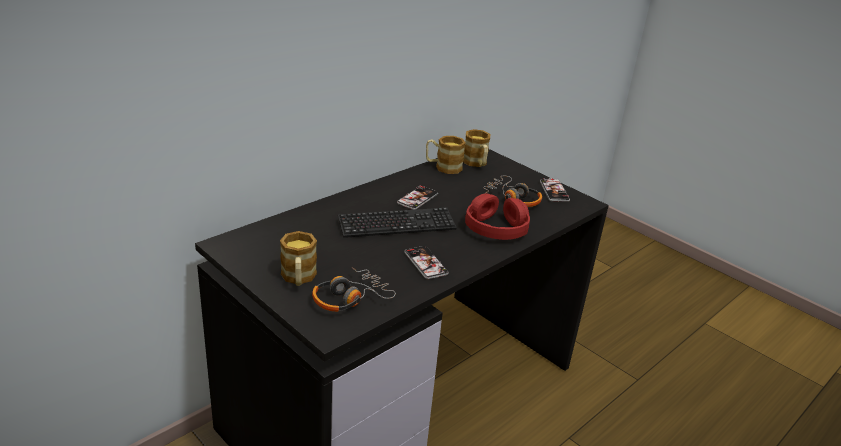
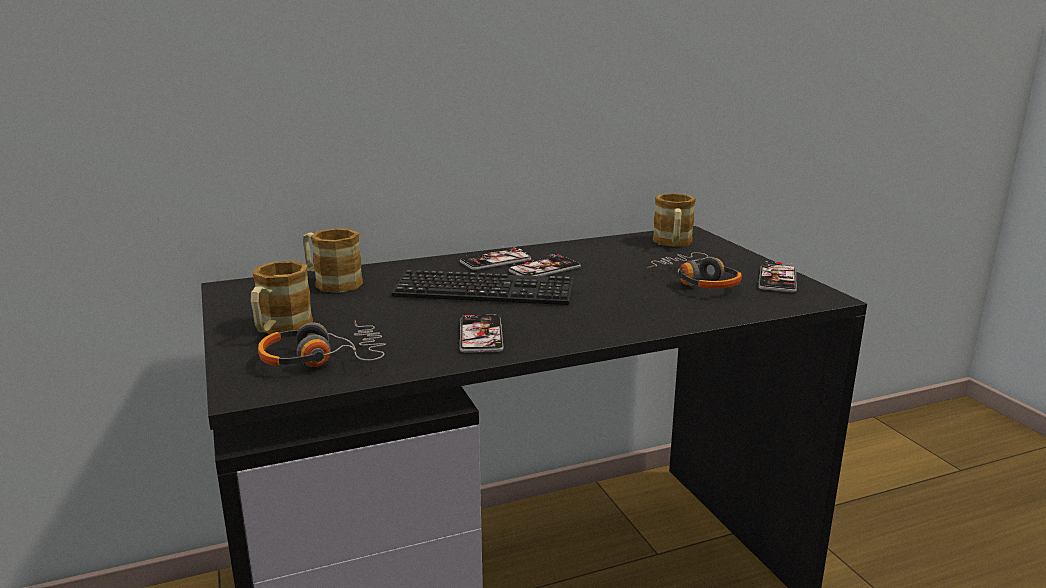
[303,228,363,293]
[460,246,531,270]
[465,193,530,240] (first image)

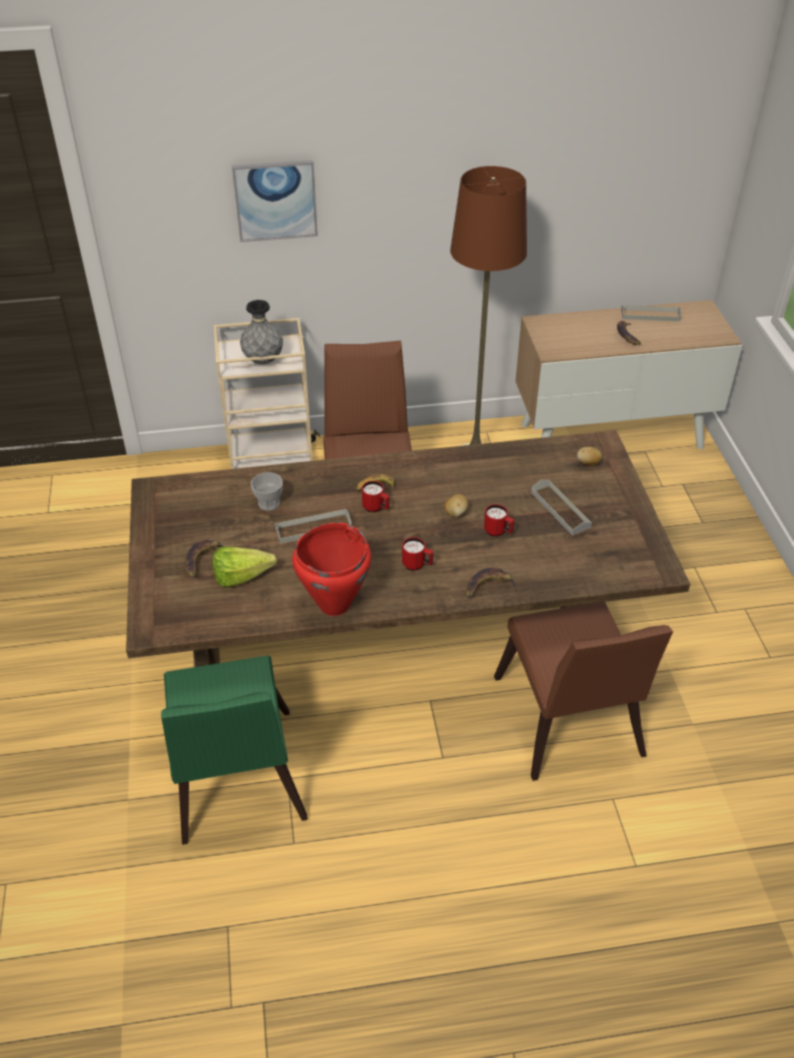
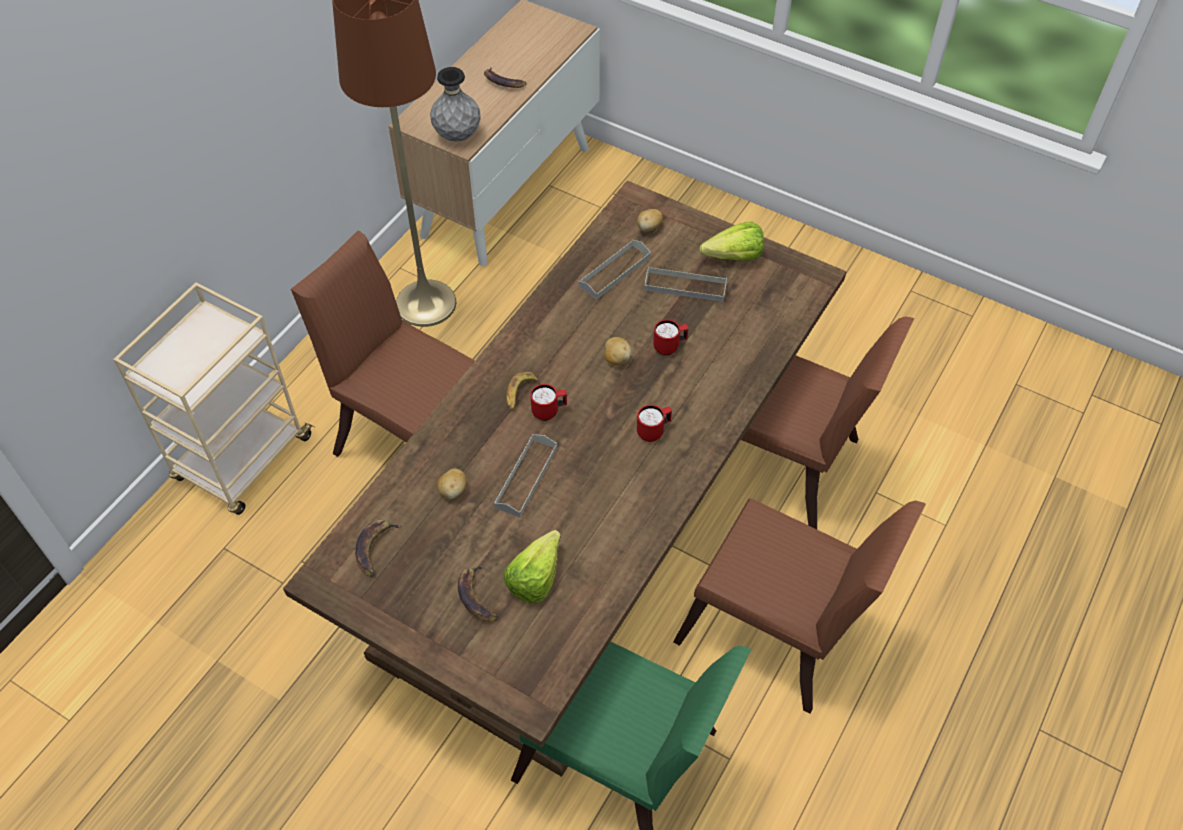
[355,519,403,577]
[430,67,481,142]
[437,469,466,499]
[578,240,651,300]
[673,498,926,714]
[699,222,764,260]
[232,160,318,242] (first image)
[292,522,371,616] (first image)

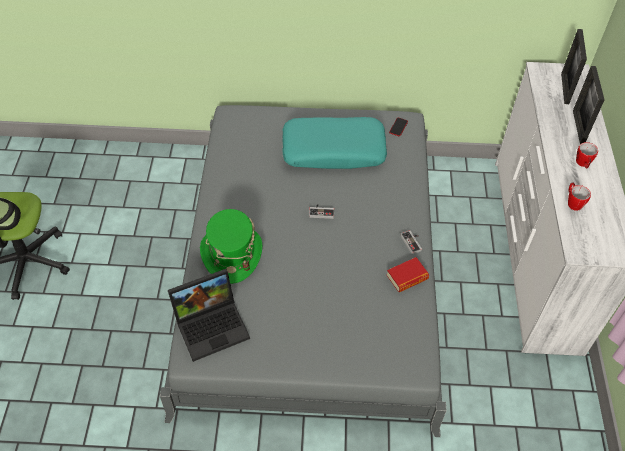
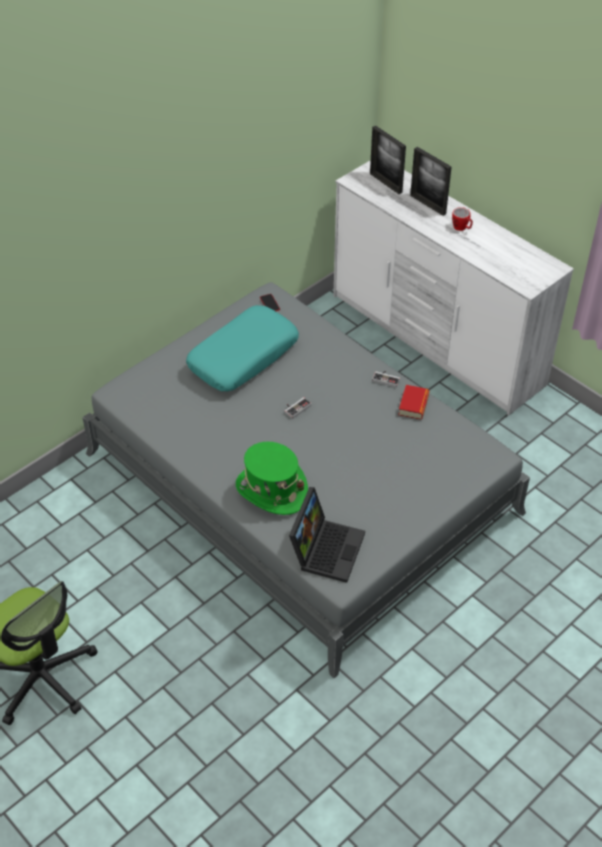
[568,182,591,211] (first image)

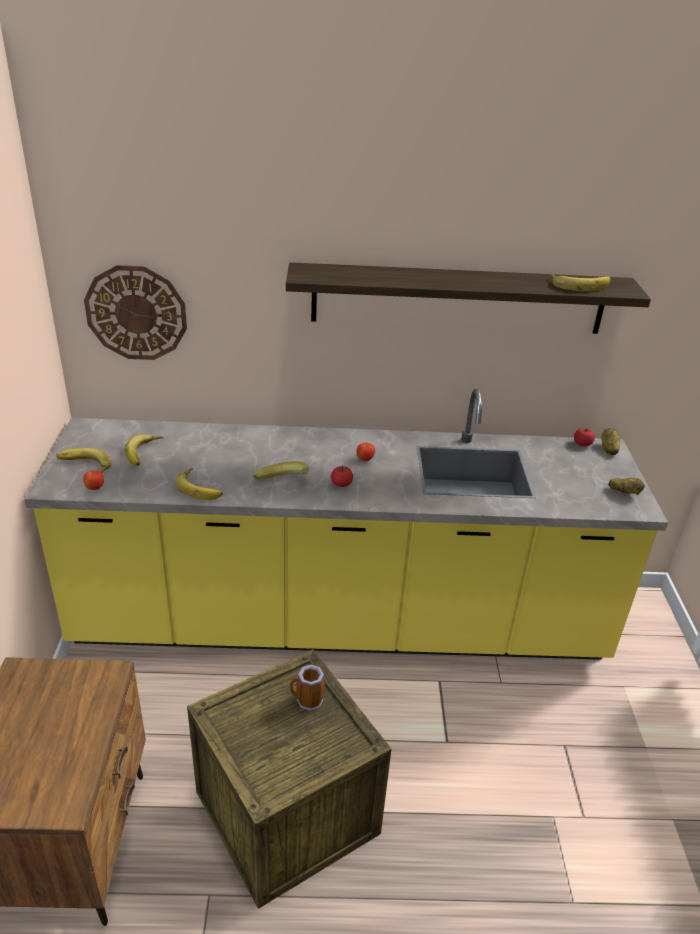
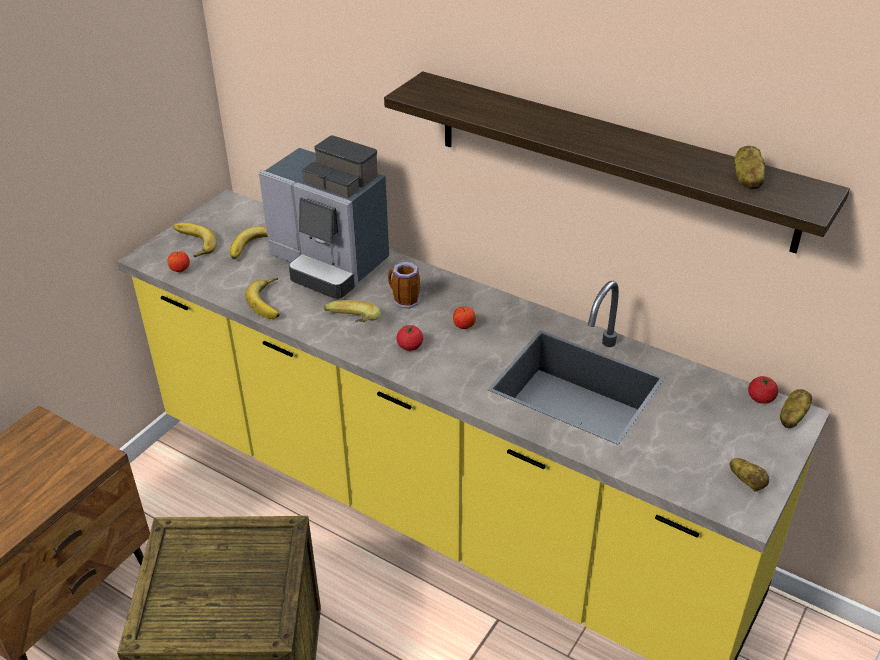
[259,135,389,299]
[388,262,420,308]
[734,146,765,189]
[84,265,187,360] (first image)

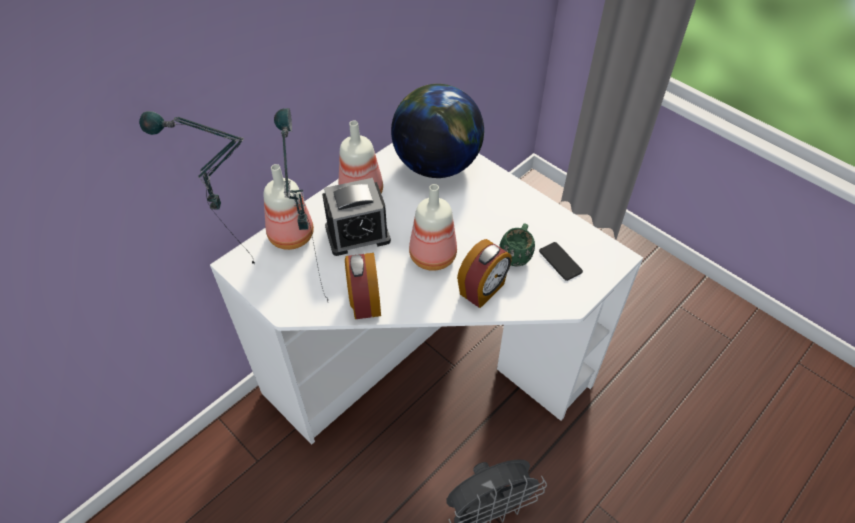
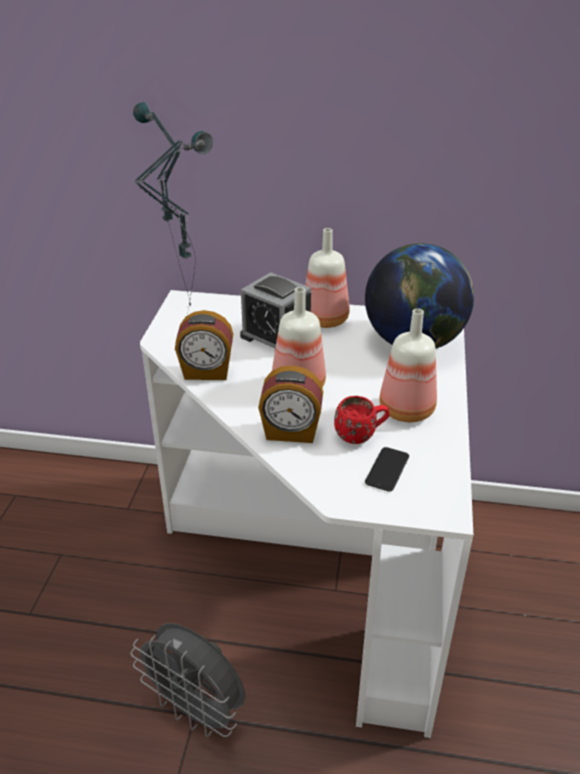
[175,310,233,380]
[334,396,390,444]
[379,309,437,422]

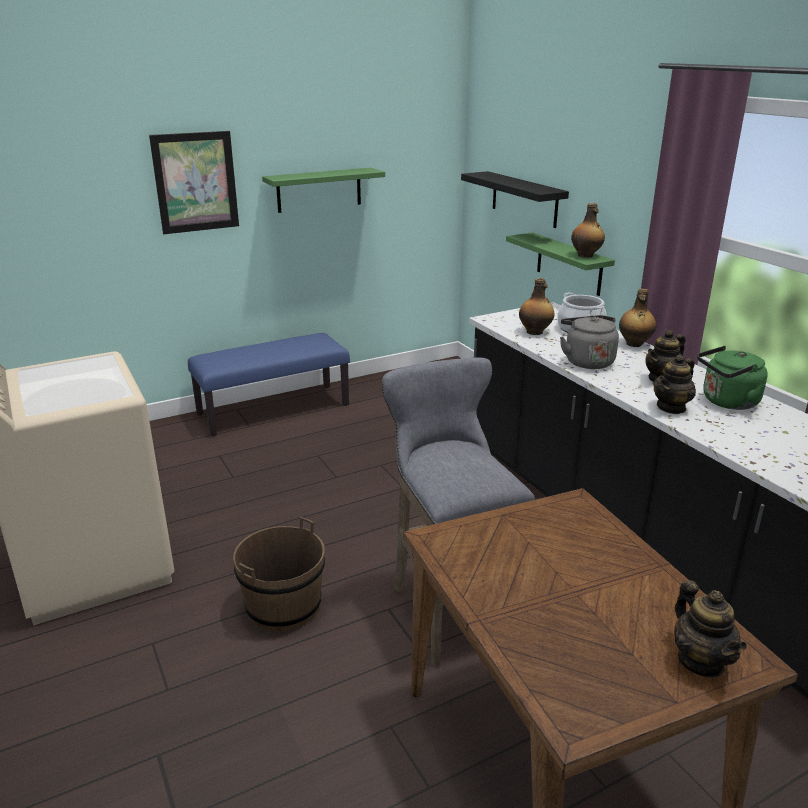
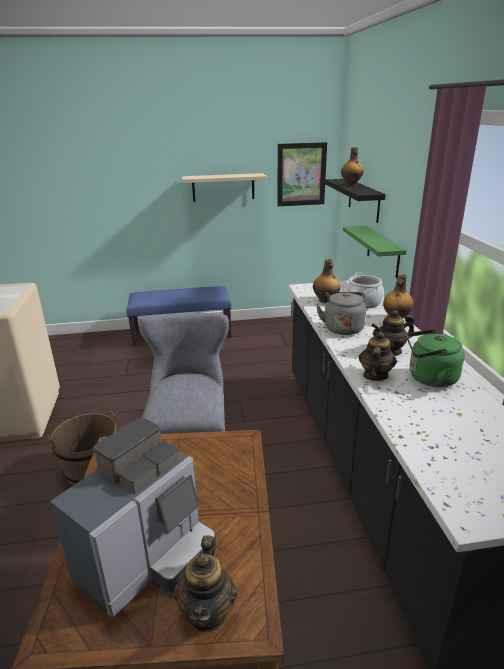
[50,417,217,617]
[182,173,267,202]
[277,142,327,206]
[341,147,364,185]
[359,331,397,381]

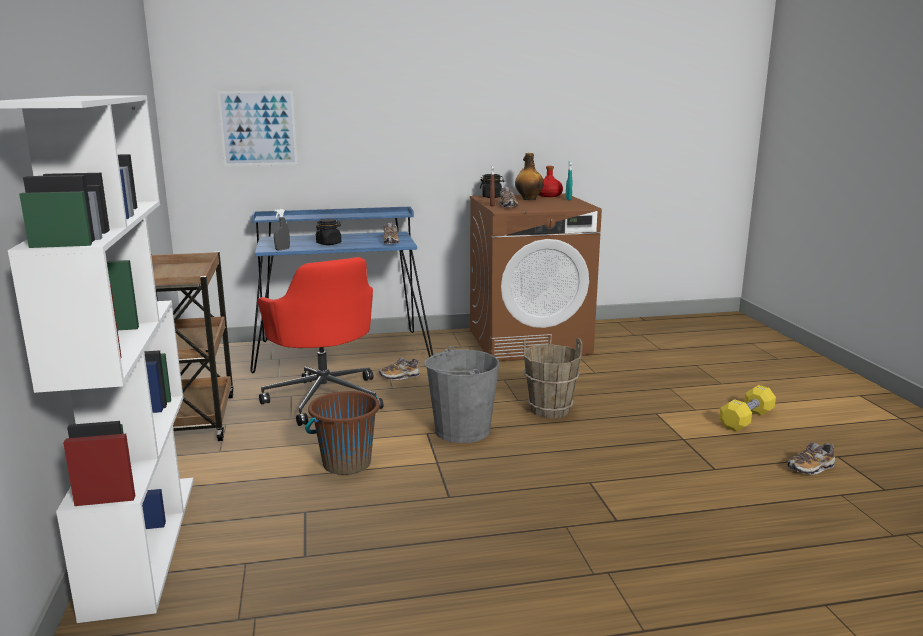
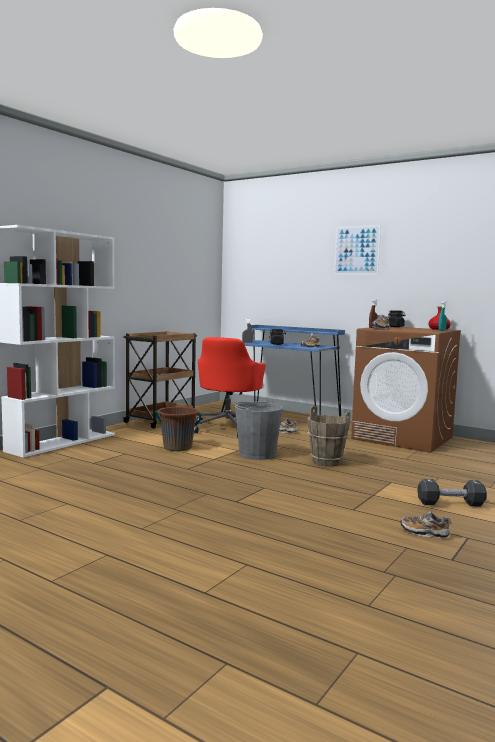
[334,225,381,274]
[417,479,487,507]
[515,153,544,200] (first image)

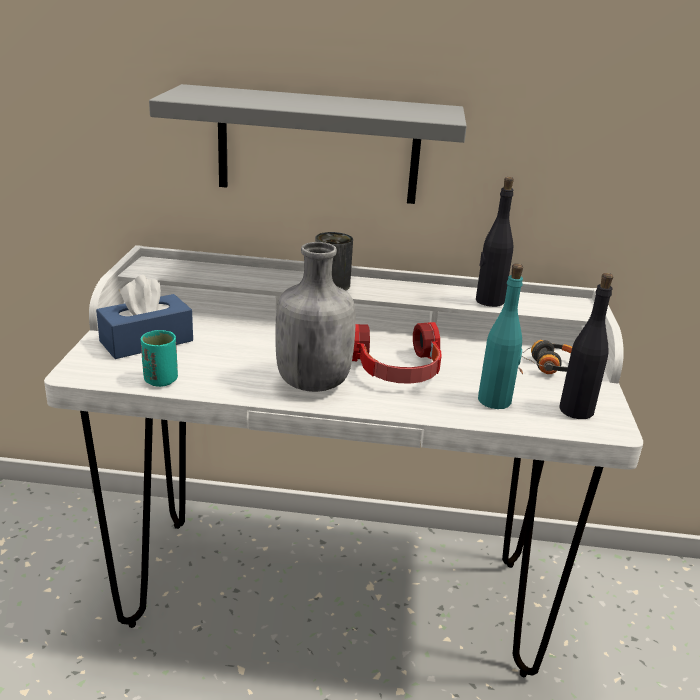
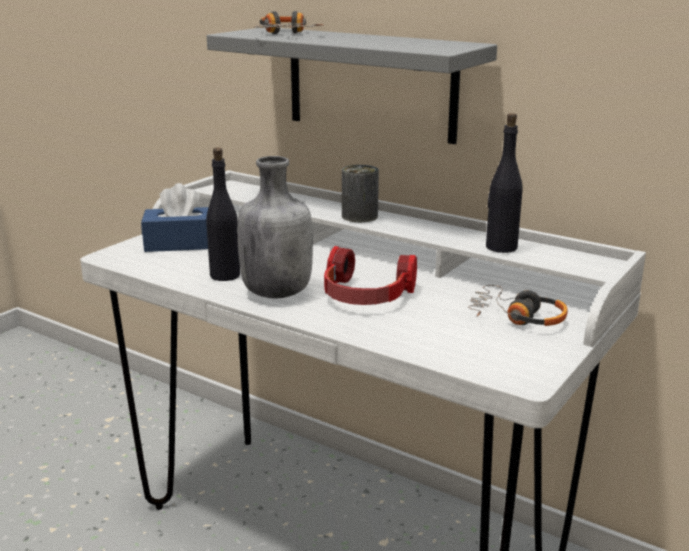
[206,148,240,281]
[254,11,323,34]
[141,330,178,387] (first image)
[478,264,523,409] (first image)

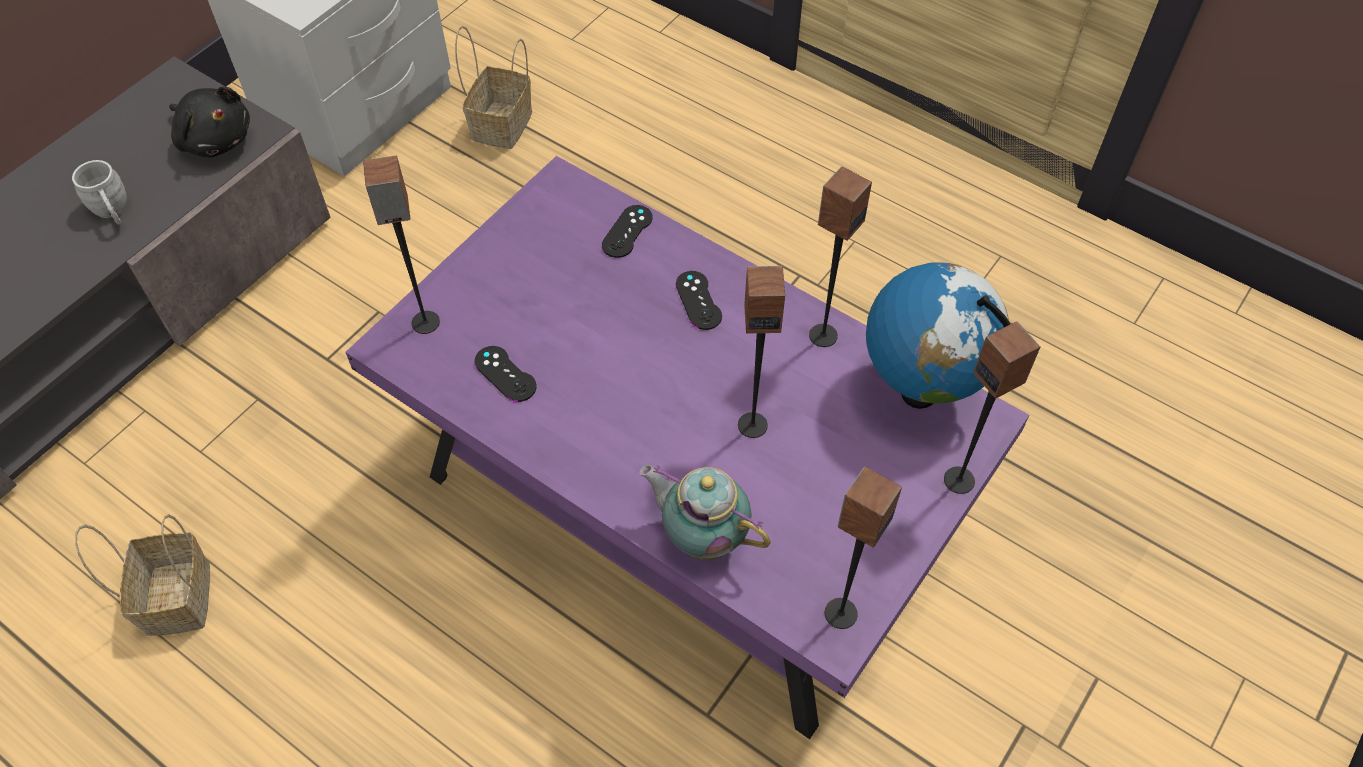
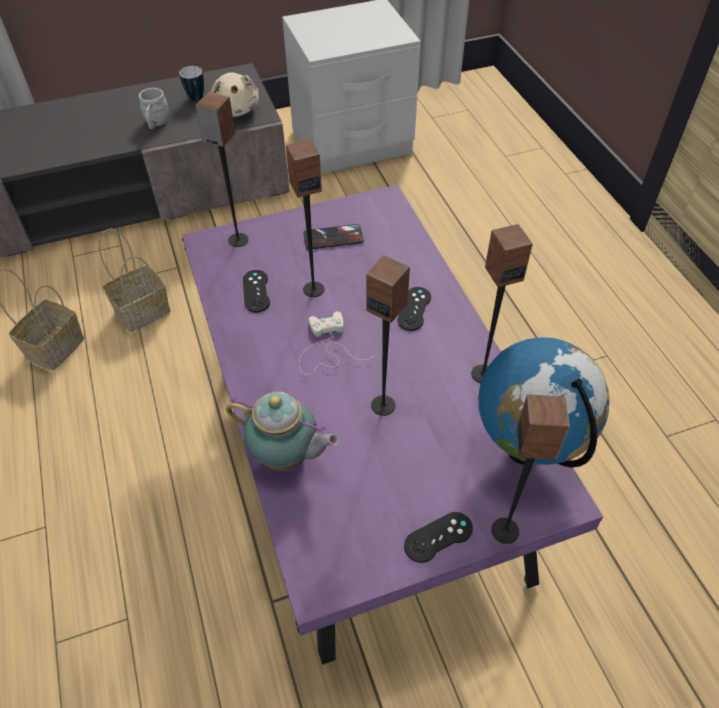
[99,228,171,332]
[179,66,204,101]
[211,72,259,117]
[226,391,340,471]
[286,139,324,297]
[299,311,378,375]
[303,224,364,249]
[404,512,473,563]

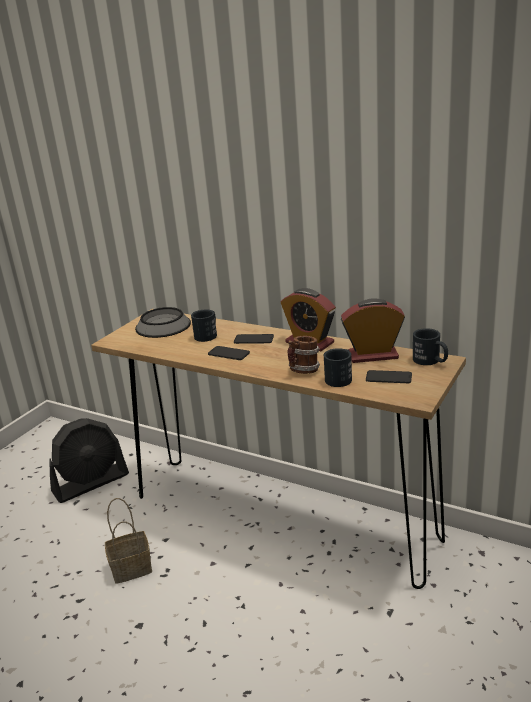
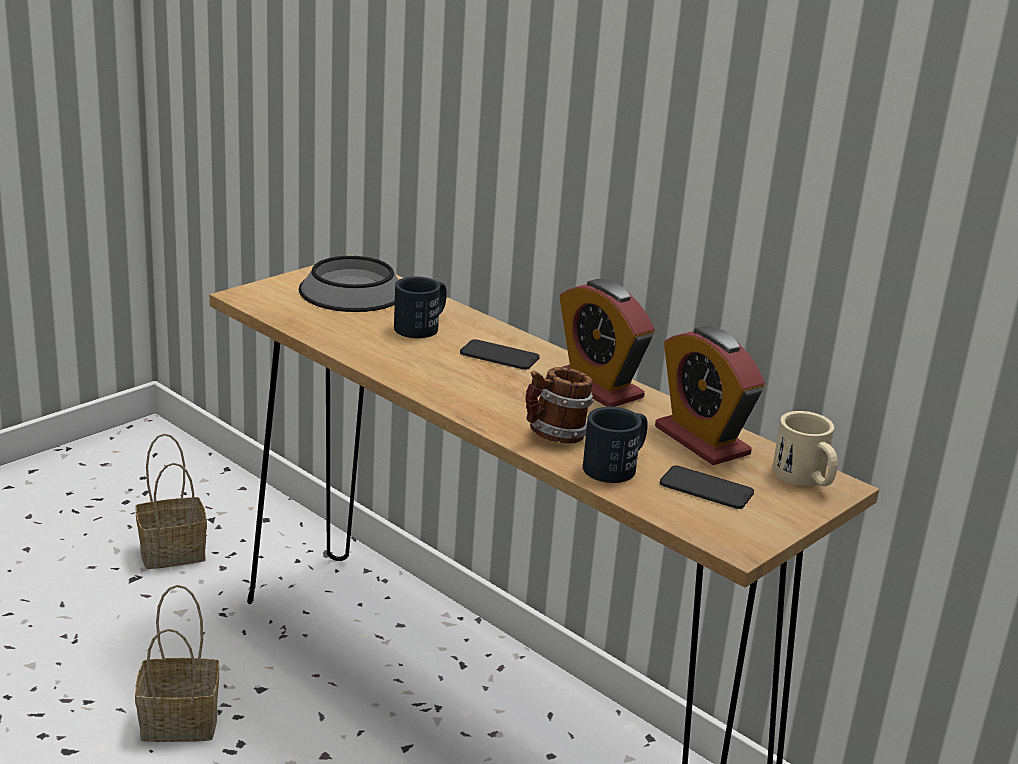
[136,433,207,569]
[655,326,765,465]
[772,411,838,486]
[208,346,250,360] (first image)

